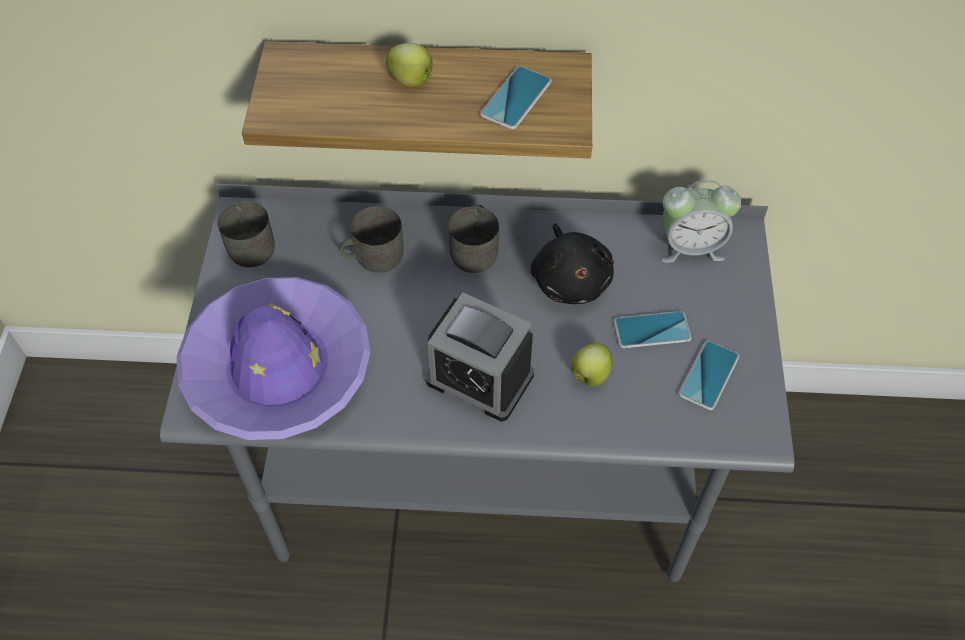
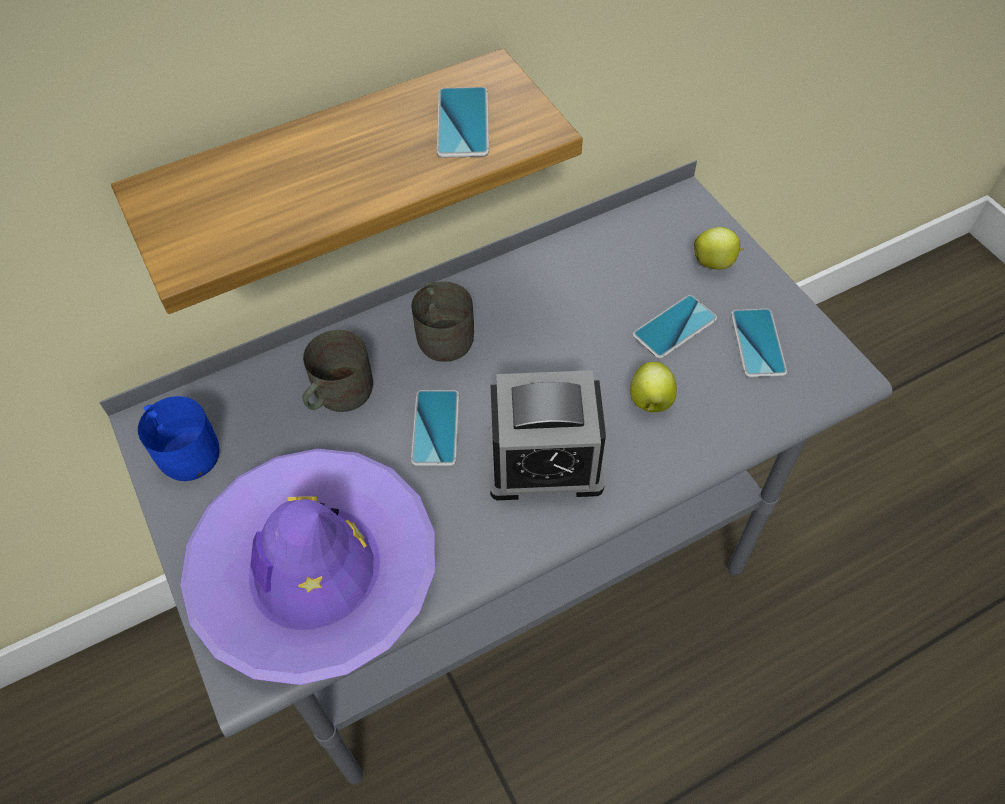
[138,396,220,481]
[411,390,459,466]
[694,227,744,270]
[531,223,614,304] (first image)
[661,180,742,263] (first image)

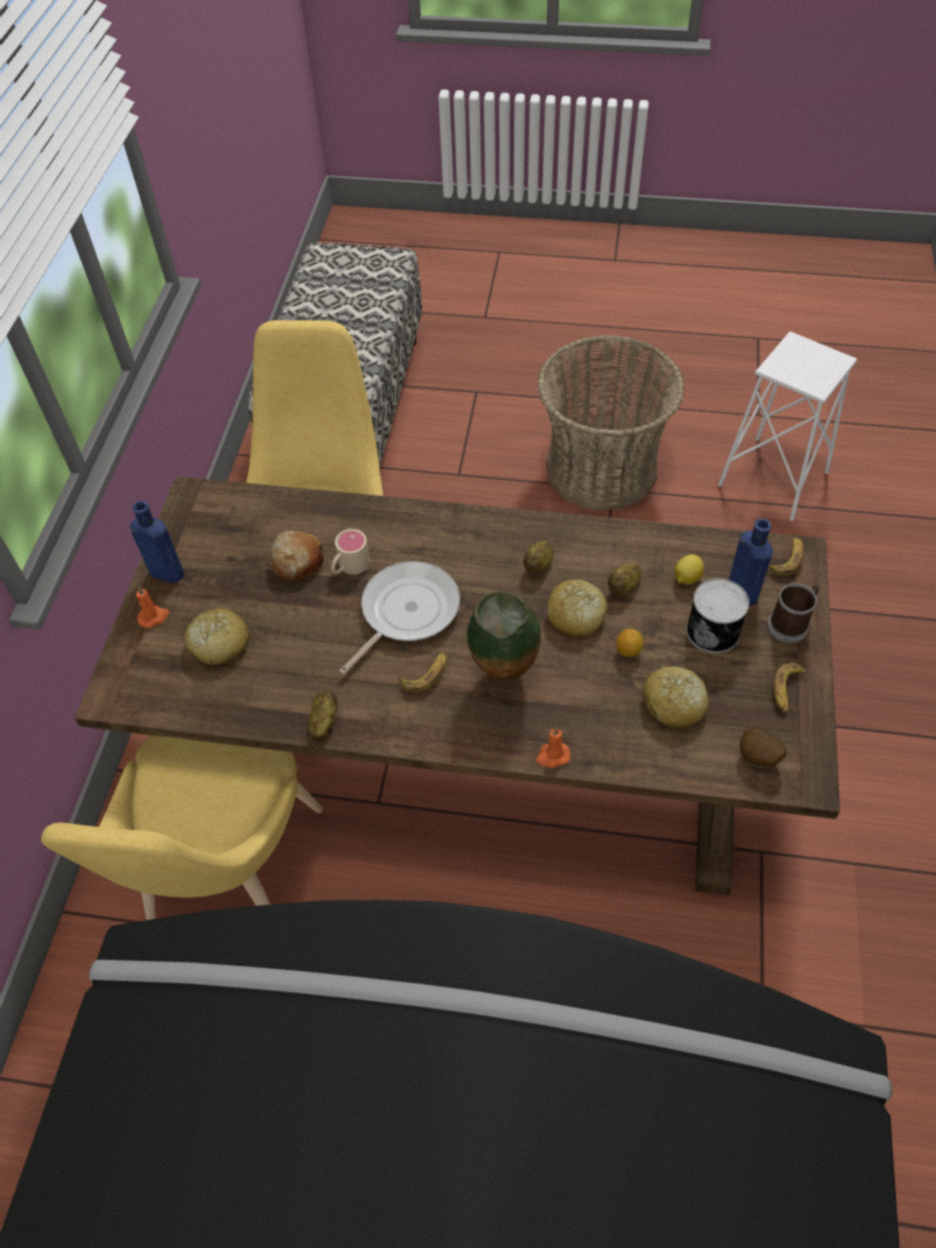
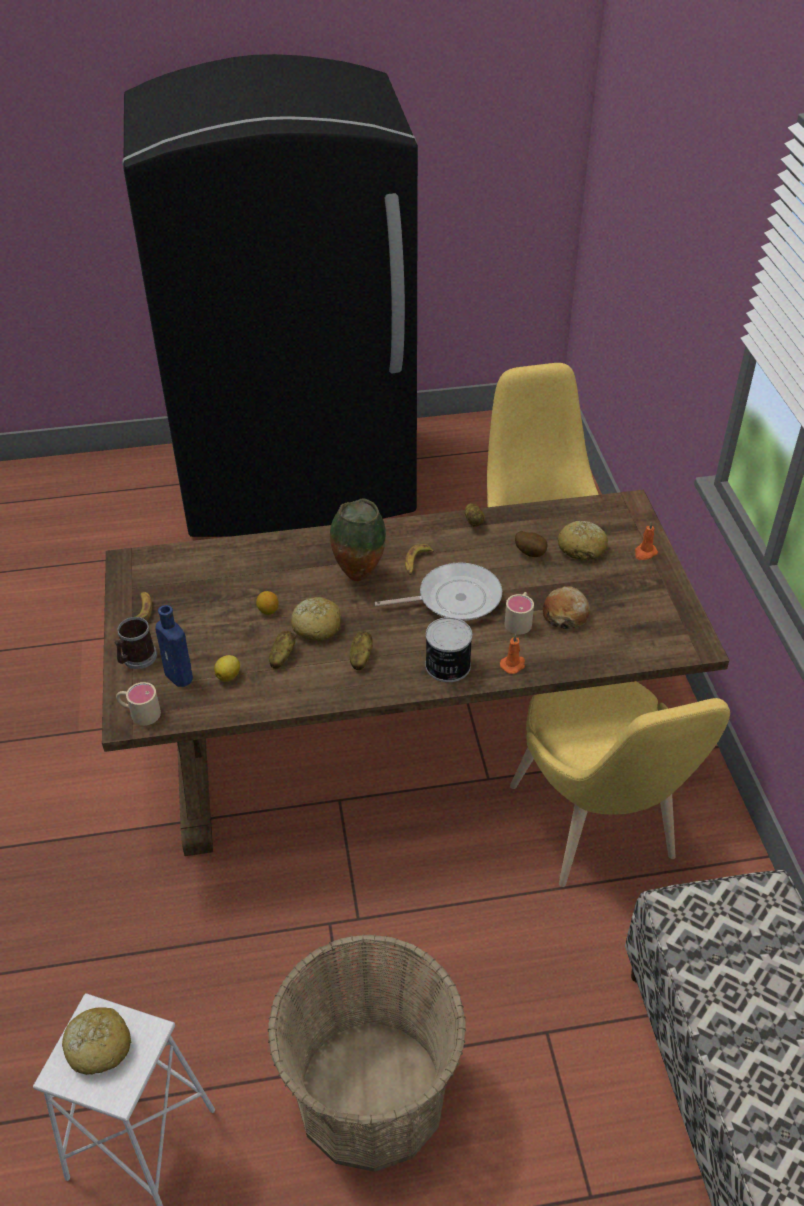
[62,1007,131,1075]
[116,682,161,726]
[375,562,502,621]
[425,617,472,682]
[500,634,525,674]
[515,531,548,557]
[130,501,185,583] (first image)

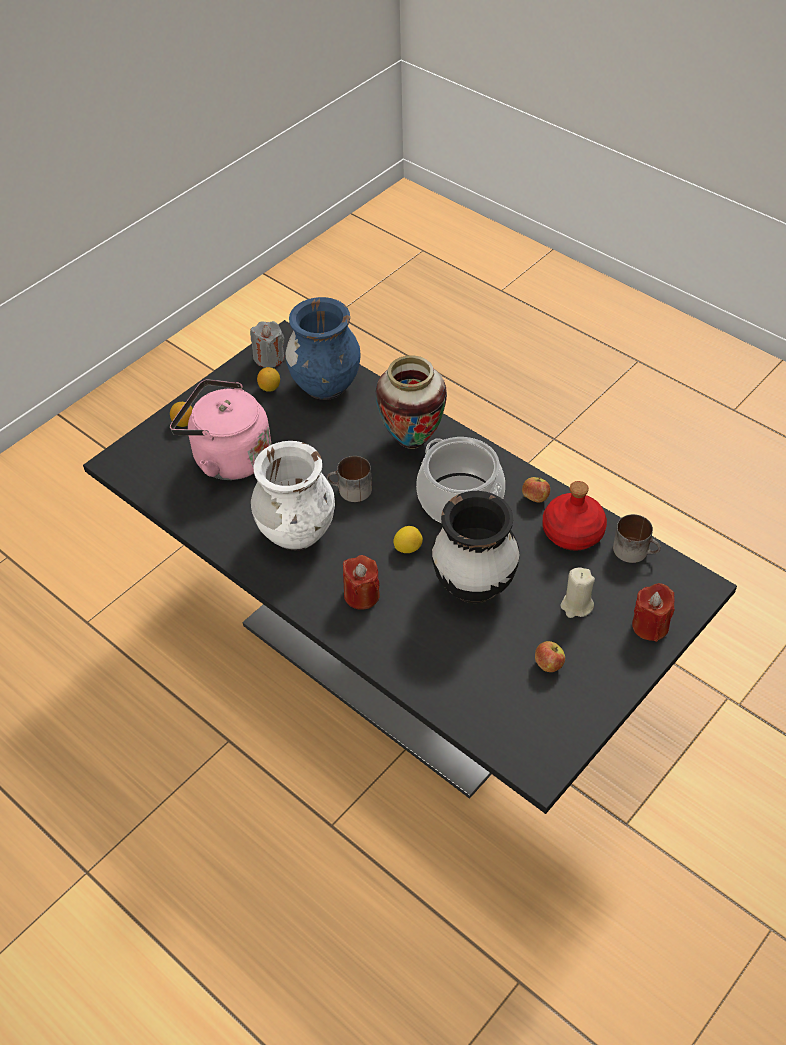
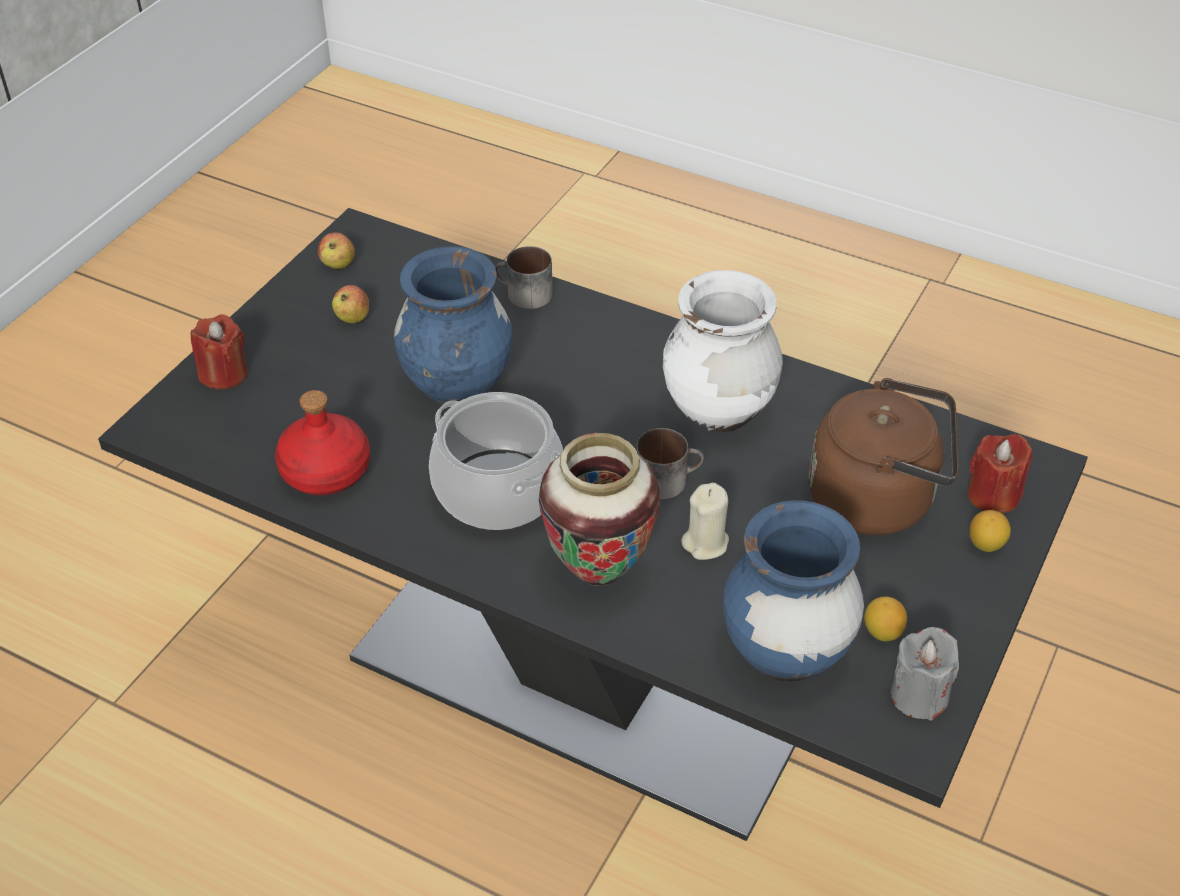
[318,232,355,269]
[394,246,512,405]
[495,246,553,309]
[681,483,729,560]
[809,378,959,535]
[967,434,1032,514]
[393,526,423,553] (first image)

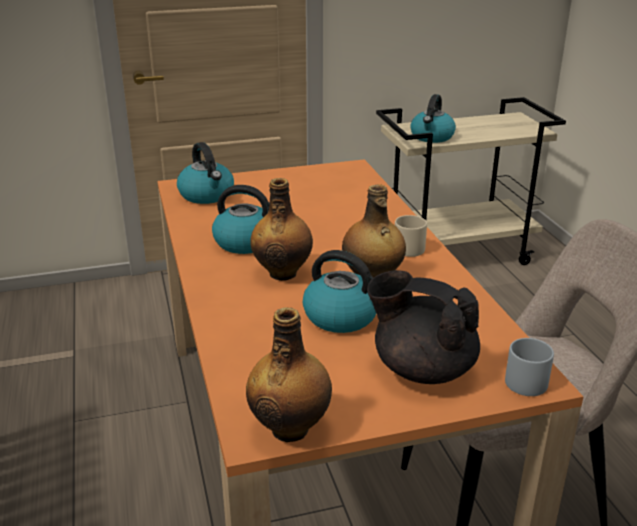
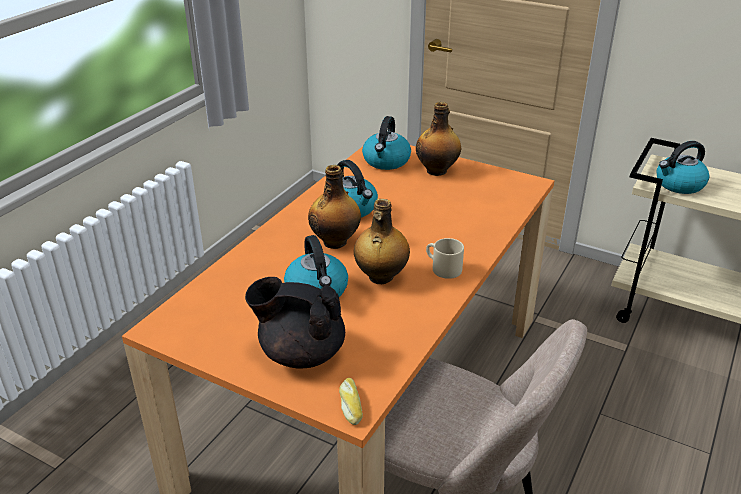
[245,277,345,369]
[339,378,363,425]
[416,102,461,176]

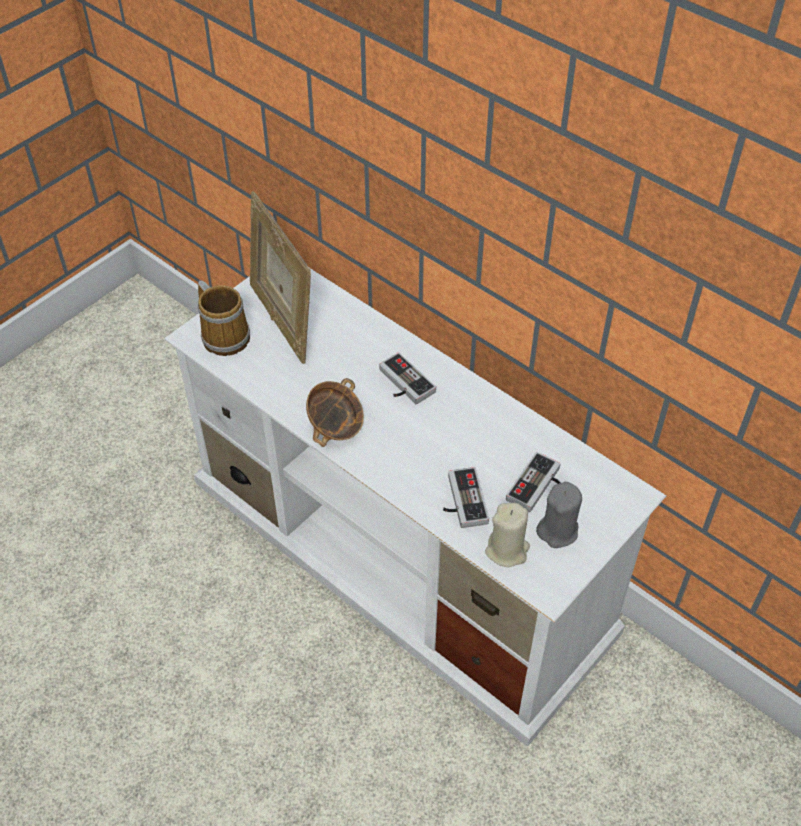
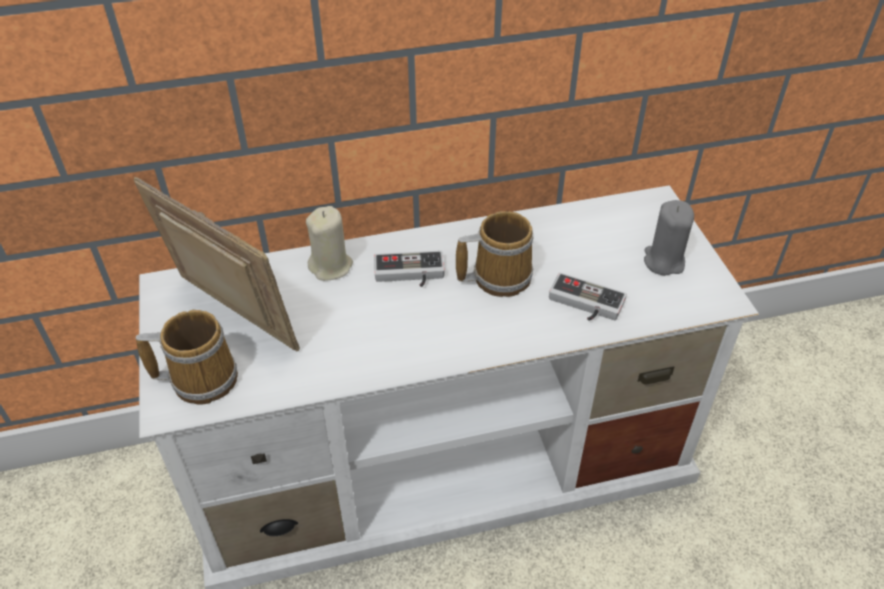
[133,177,300,351]
[306,206,353,281]
[456,211,534,297]
[306,378,364,447] (first image)
[506,452,561,512] (first image)

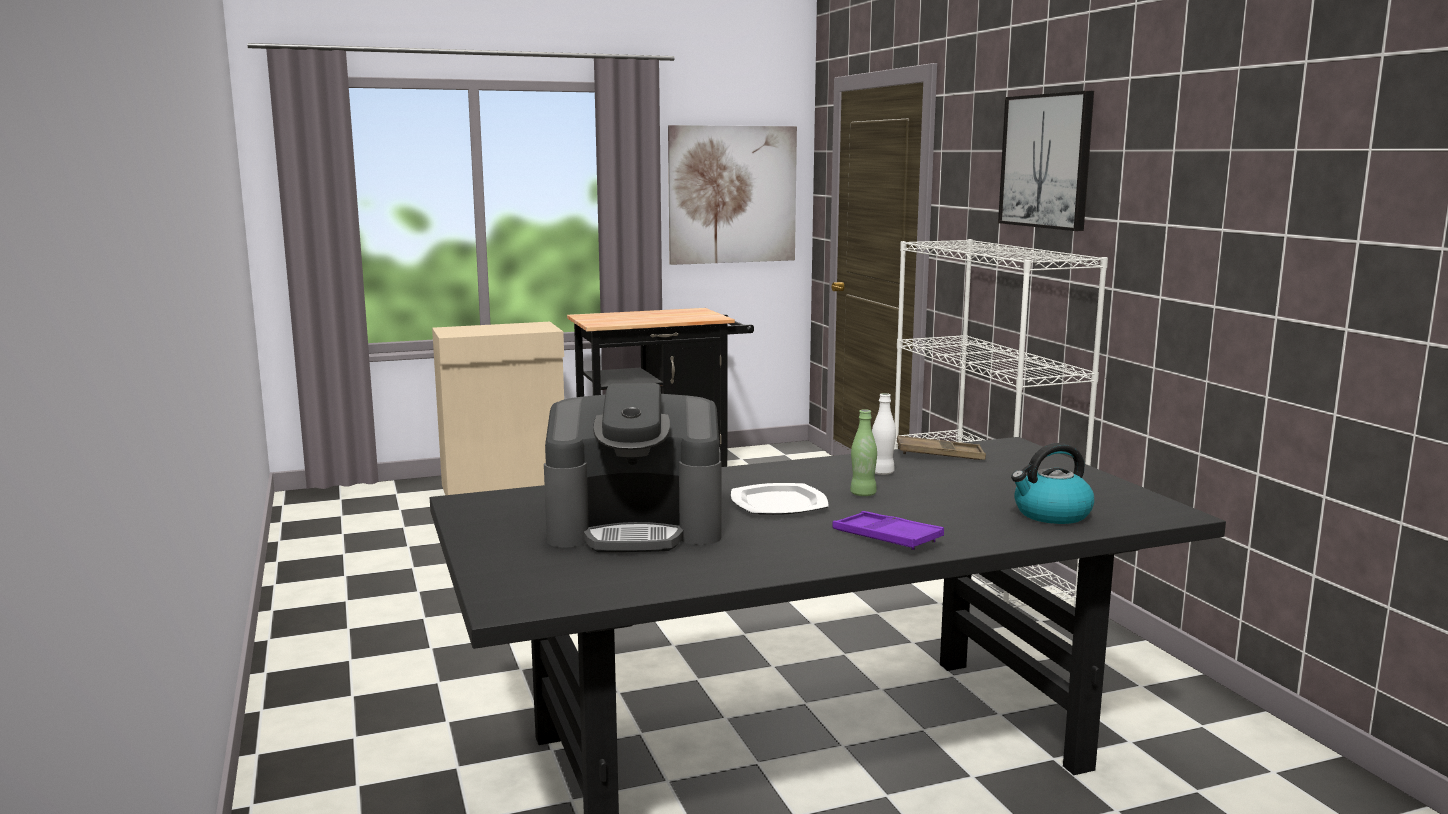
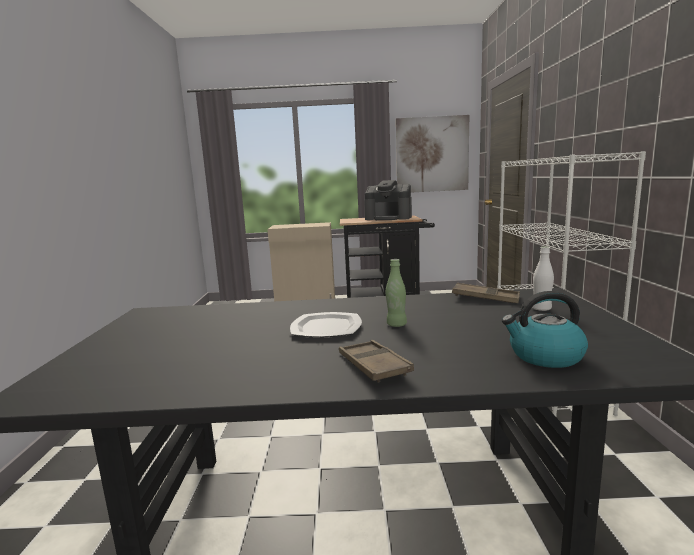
[339,340,414,383]
[364,180,412,220]
[532,247,554,311]
[998,91,1094,231] (first image)

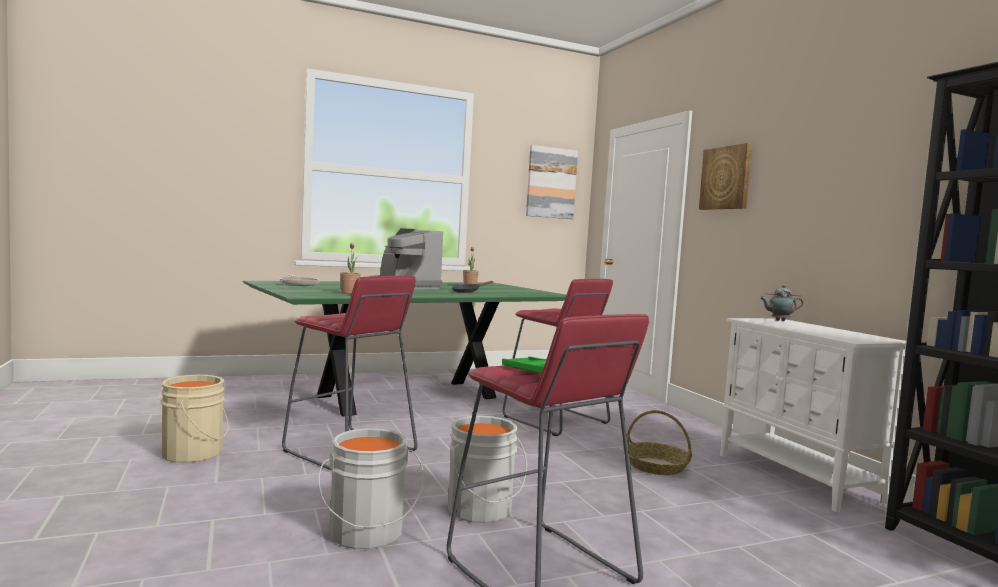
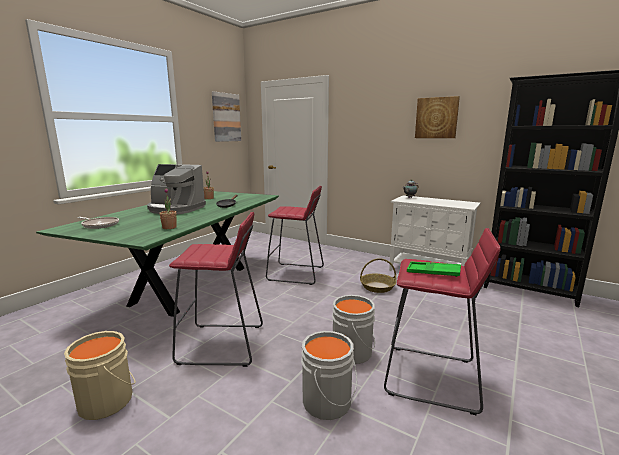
[415,96,460,138]

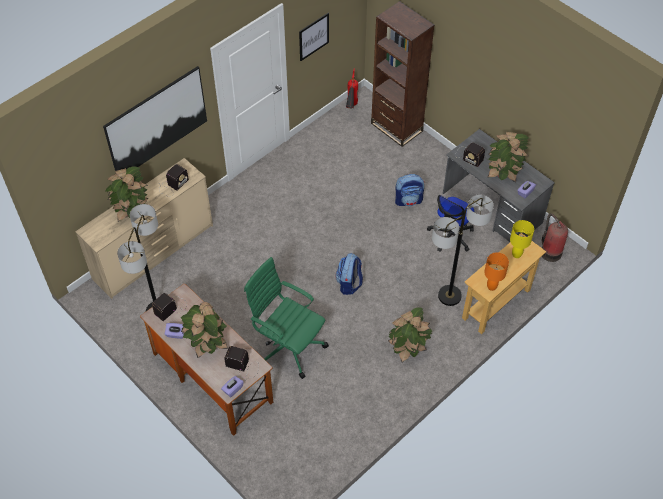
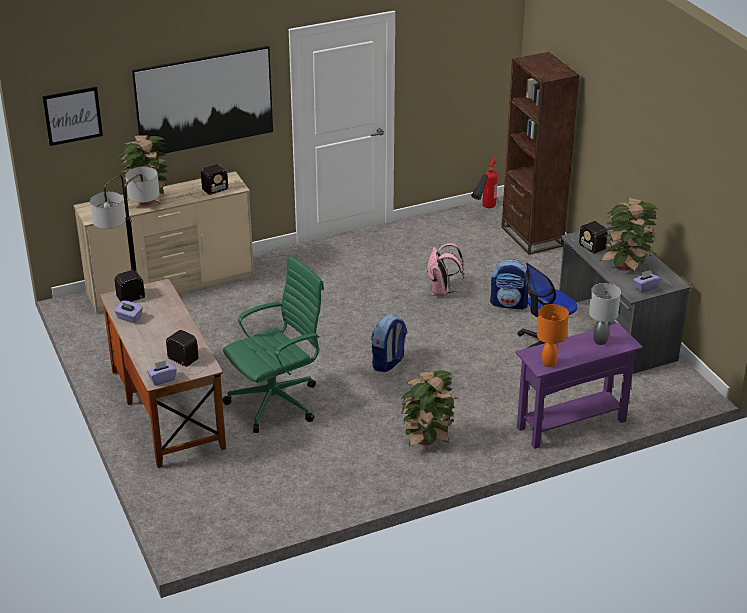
[42,87,103,146]
[222,256,324,433]
[427,243,464,296]
[515,323,643,449]
[589,283,621,345]
[181,302,228,359] (first image)
[432,194,494,306] (first image)
[541,213,568,262] (first image)

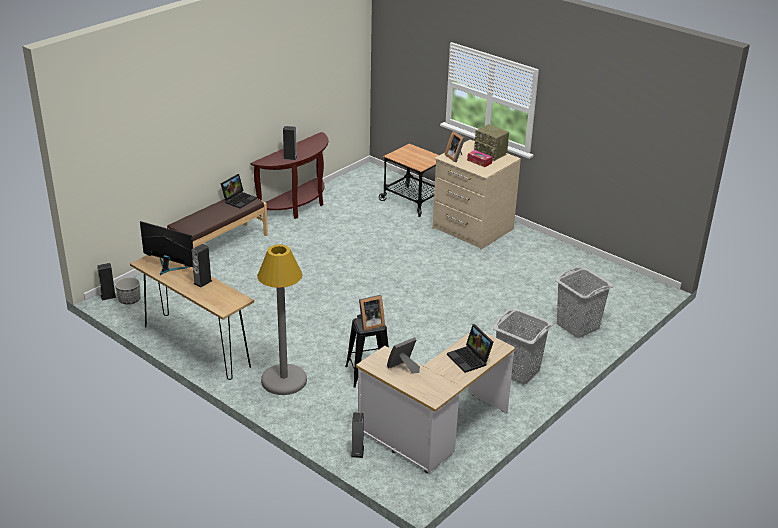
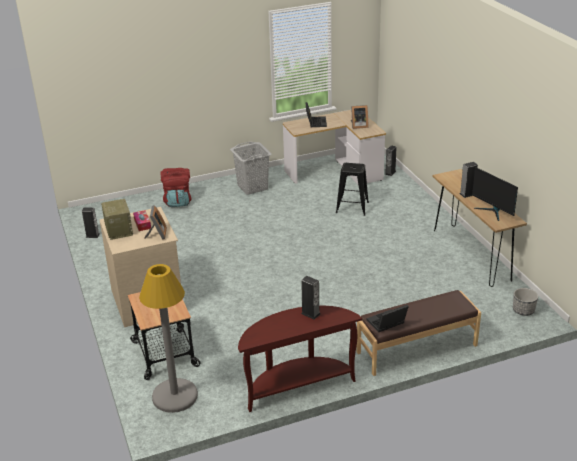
[82,207,100,238]
[139,264,198,413]
[160,168,191,207]
[357,295,385,331] (first image)

